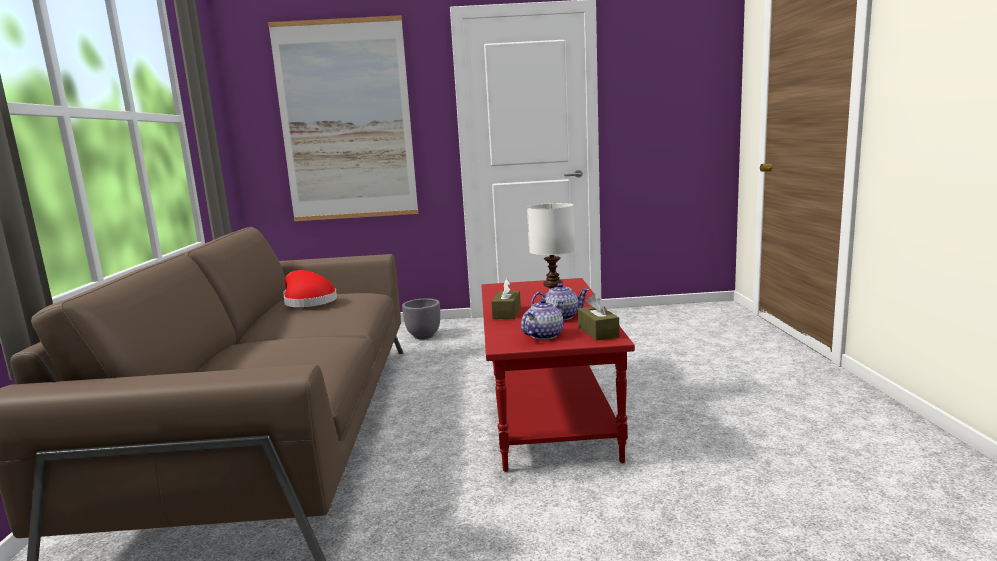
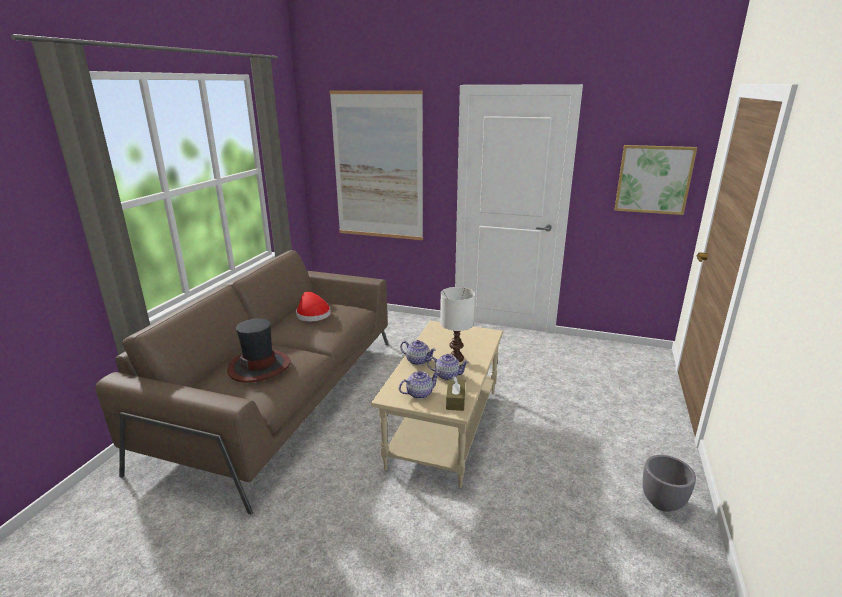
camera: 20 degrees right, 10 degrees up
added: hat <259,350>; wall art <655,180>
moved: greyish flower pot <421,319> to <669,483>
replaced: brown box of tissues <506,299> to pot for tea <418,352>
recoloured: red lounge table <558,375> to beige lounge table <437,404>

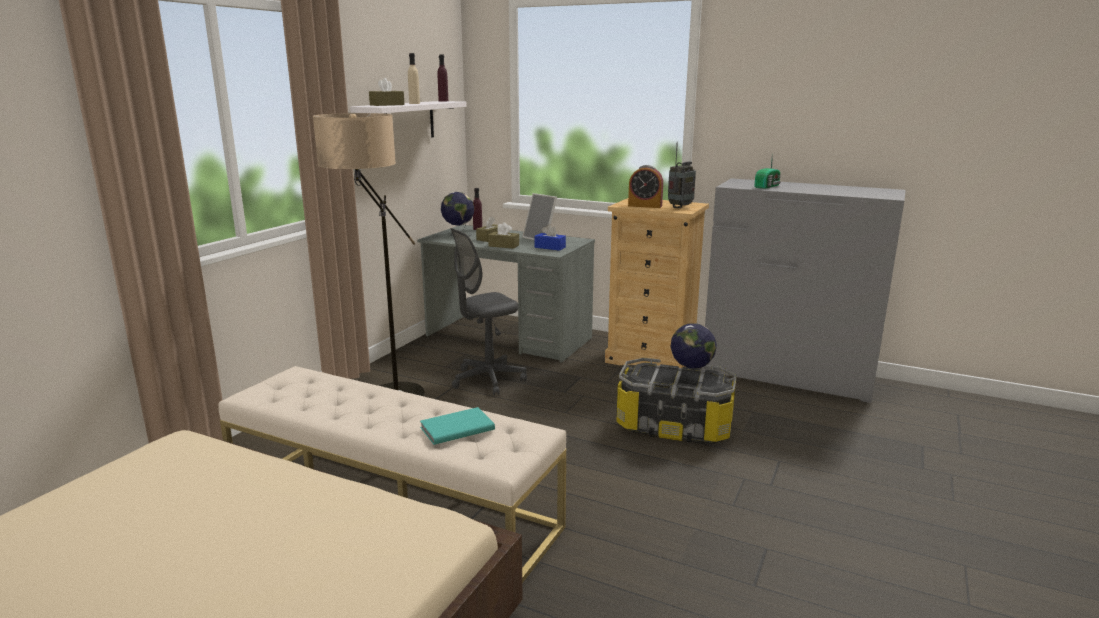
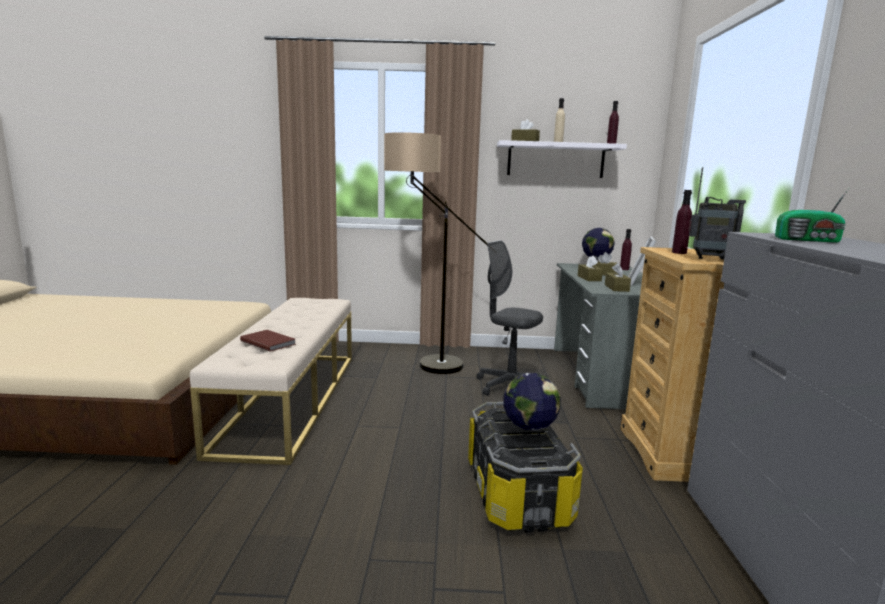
camera: 65 degrees right, 5 degrees down
replaced: table clock <645,186> to purple-coloured bottle <682,222>
recoloured: turquoise-coloured bound book <457,426> to brown bound book <268,341>; bluish box of tissues <550,237> to brown box of tissues <618,277>

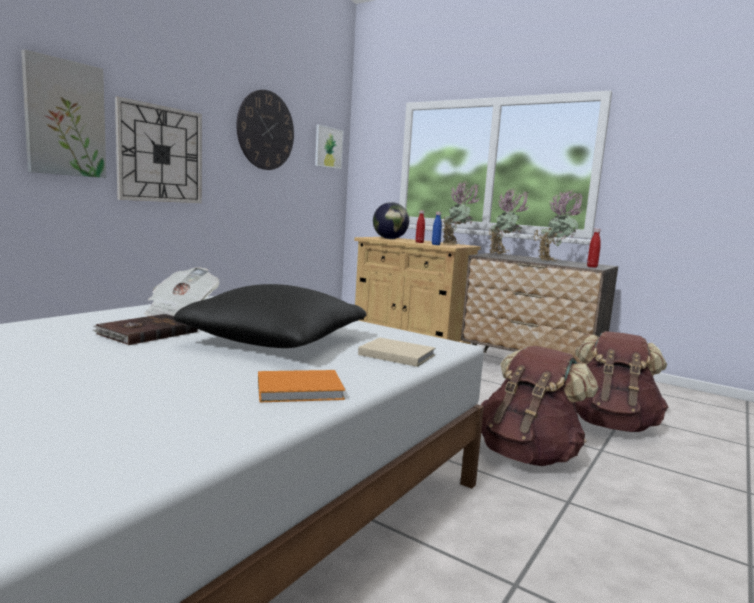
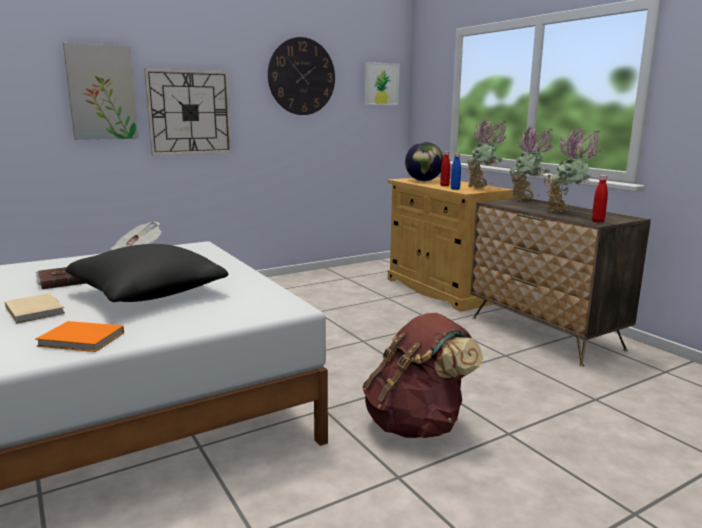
camera: 25 degrees right, 5 degrees up
removed: brown knapsack <621,381>
moved: beige bound book <396,352> to <35,308>

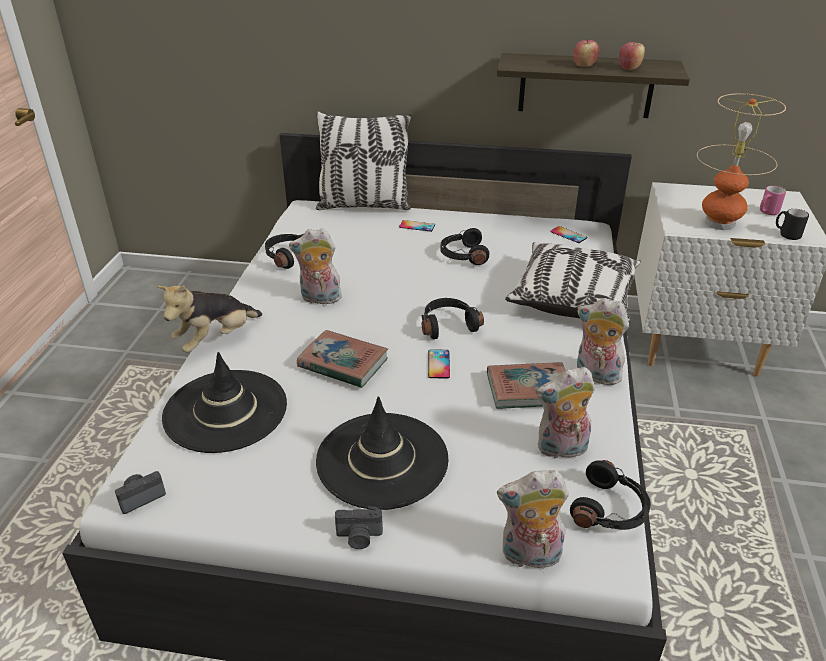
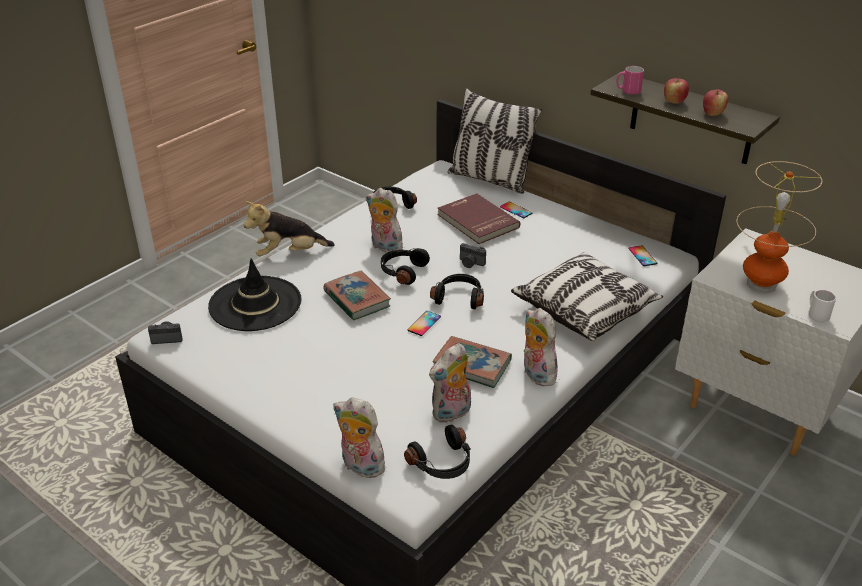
camera: 30 degrees right, 0 degrees up
removed: blackish hat <382,453>
added: red bound book <478,218>
moved: photo camera <359,527> to <473,255>; blackish headset <465,246> to <405,266>; pink tea mug <773,200> to <630,80>
recoloured: blackish tea mug <792,224> to white-coloured tea mug <822,306>
turned: plush toy <565,413> = <450,383> 60 degrees counterclockwise

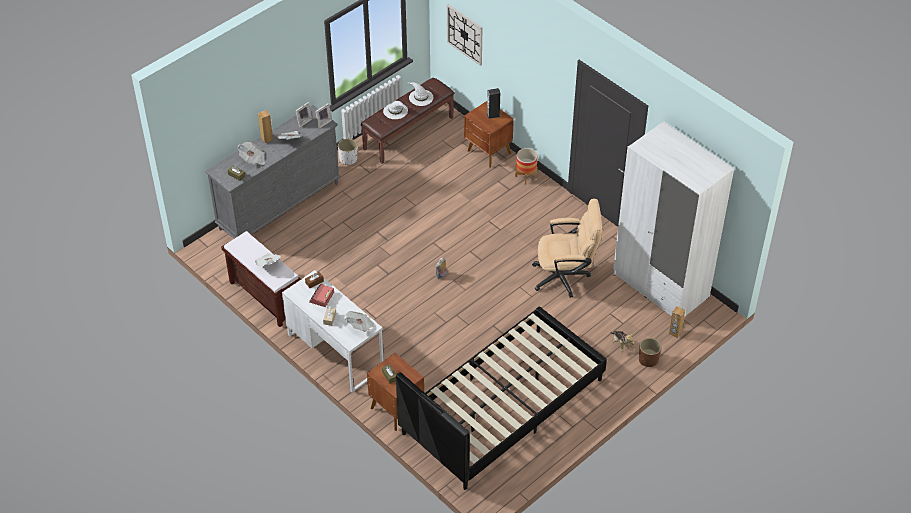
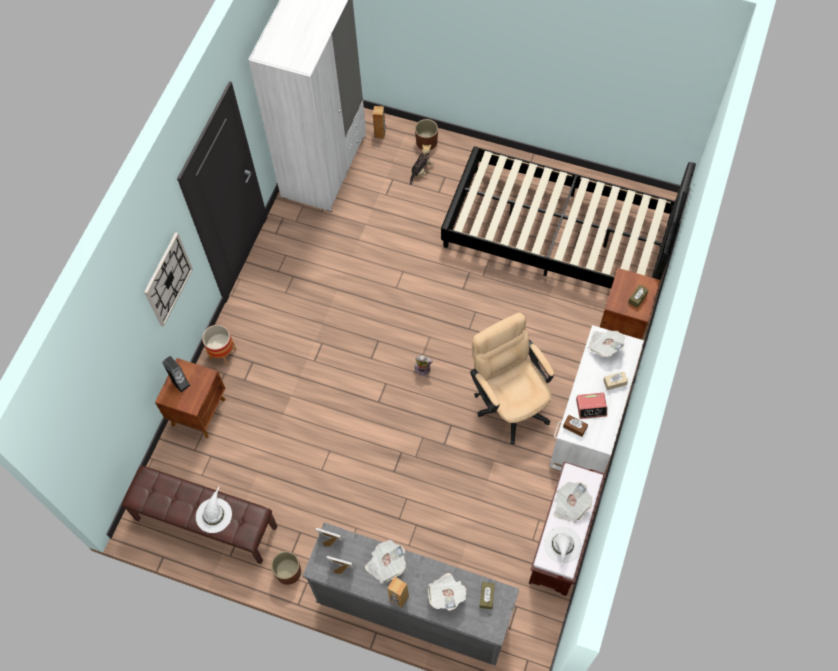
camera: 115 degrees left, 15 degrees up
moved: white-coloured hat <420,94> to <563,546>; hanging clock <465,35> to <168,279>; beige desk chair <567,248> to <512,378>
recoloured: white-coloured flower pot <347,151> to brown flower pot <286,568>

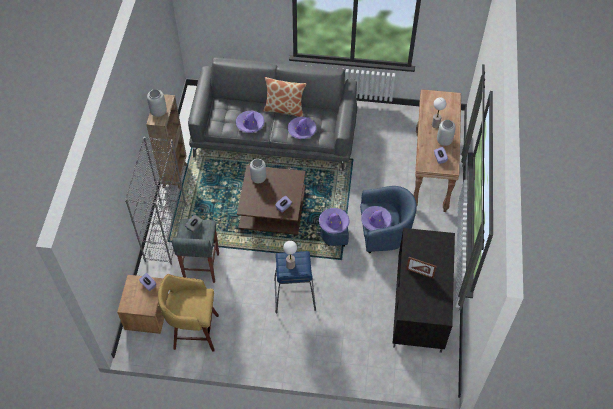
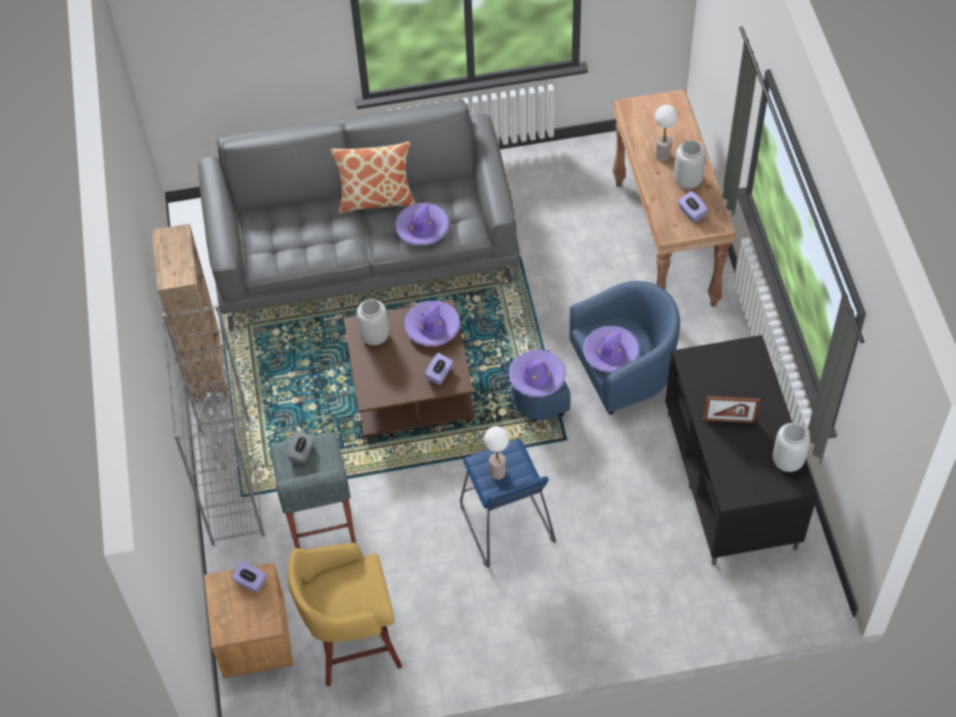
camera: 15 degrees left, 0 degrees up
moved: greyish vase <157,103> to <791,447>; purple-coloured hat <250,122> to <432,323>

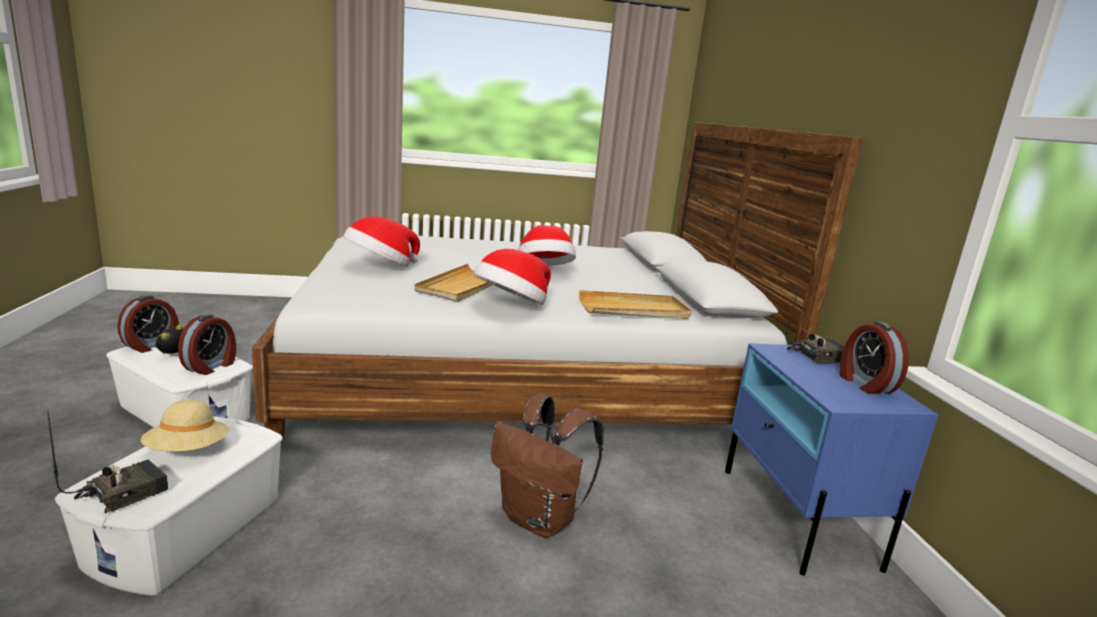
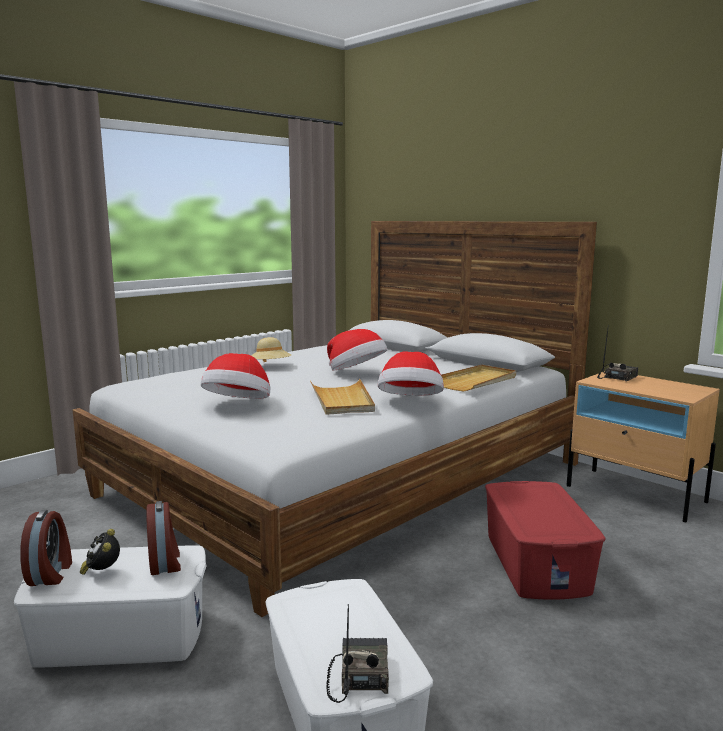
camera: 35 degrees left, 5 degrees down
removed: table clock <874,358>
moved: beige hat <185,426> to <271,349>
replaced: brown knapsack <547,466> to red storage container <545,540>
recoloured: bluish bedside table <831,460> to beige bedside table <643,446>

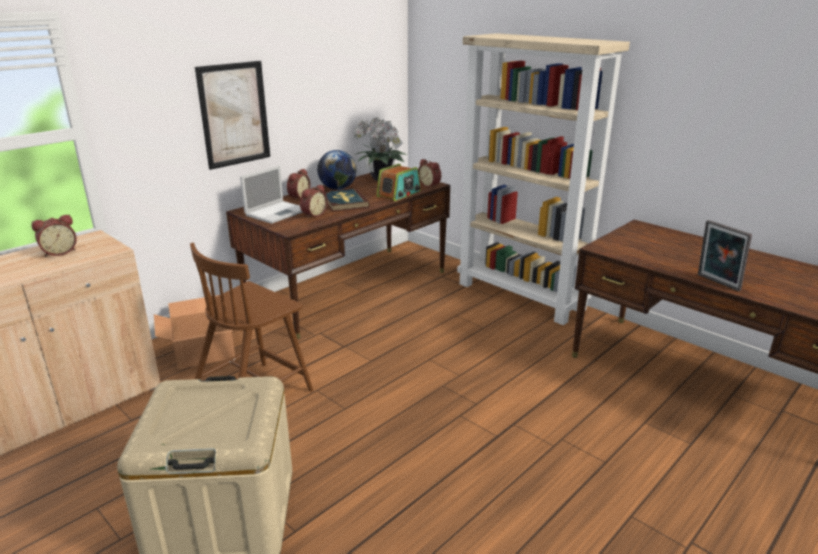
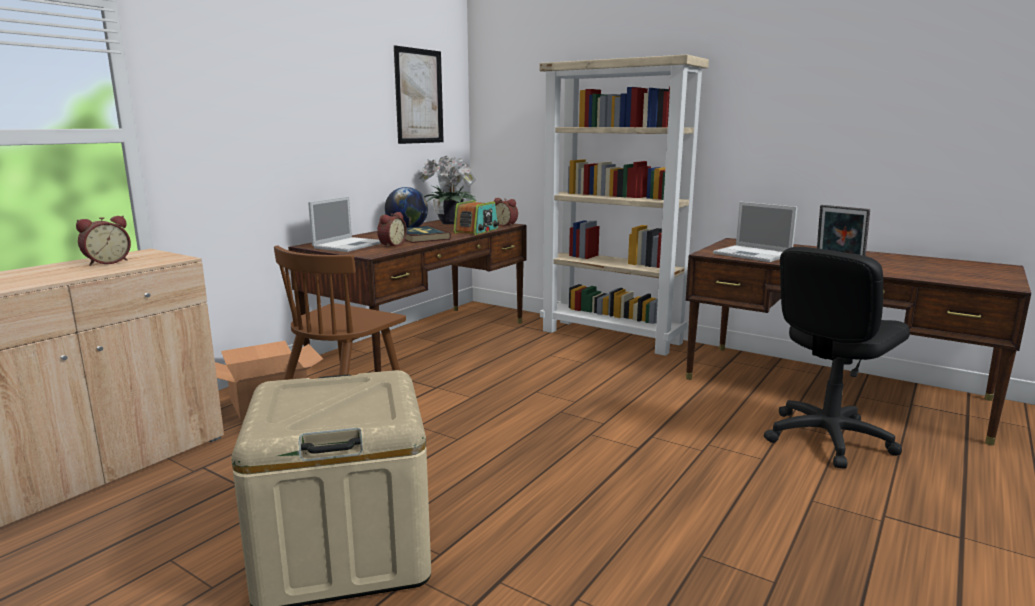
camera: 10 degrees left, 10 degrees down
removed: table clock <298,185>
added: portable computer <755,232>; blackish desk chair <837,358>
moved: wall art <232,115> to <419,95>

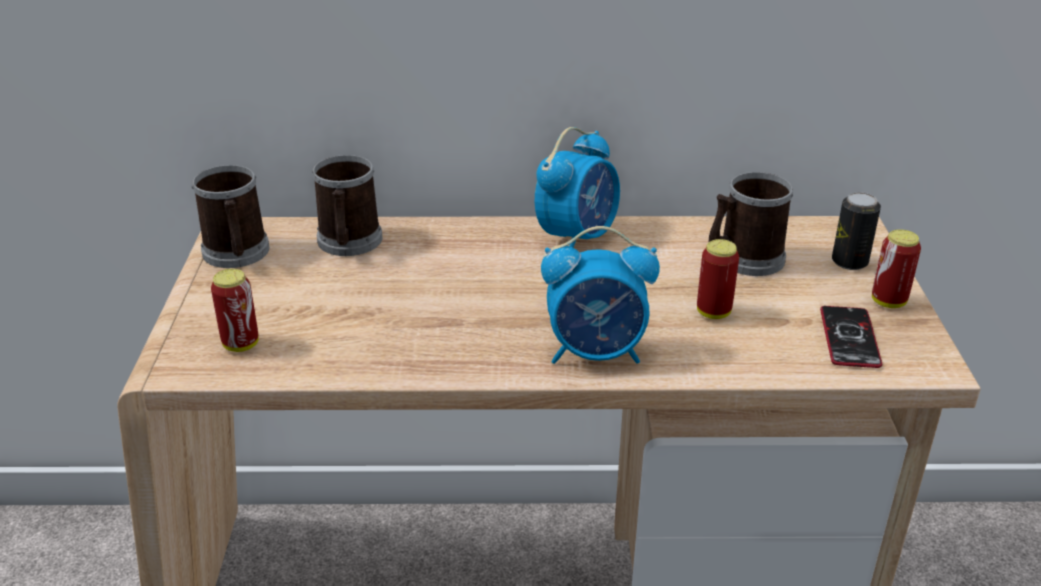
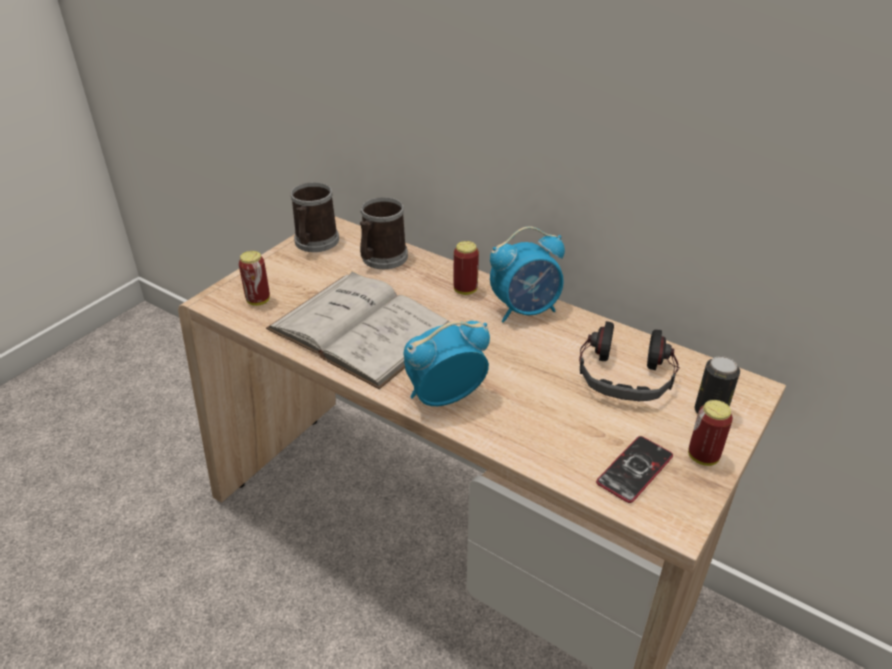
camera: 35 degrees right, 5 degrees up
added: white-coloured bound book <357,330>
moved: metal can <718,279> to <466,268>
replaced: tea mug <750,224> to headset <629,361>
turned: table clock <600,295> = <447,363> 120 degrees clockwise

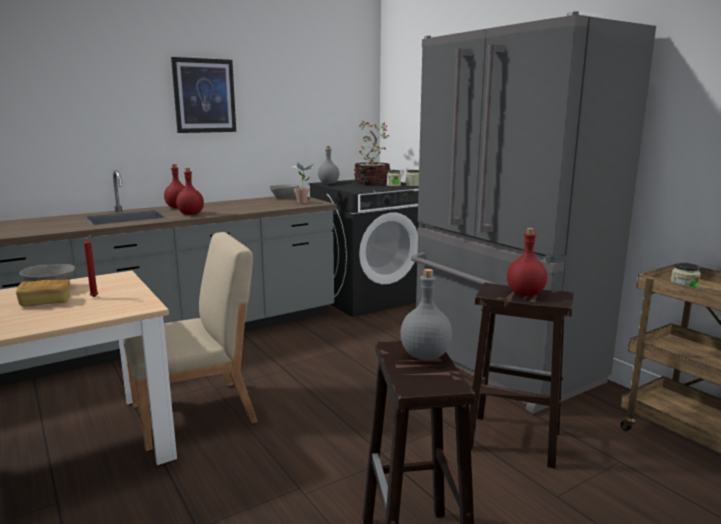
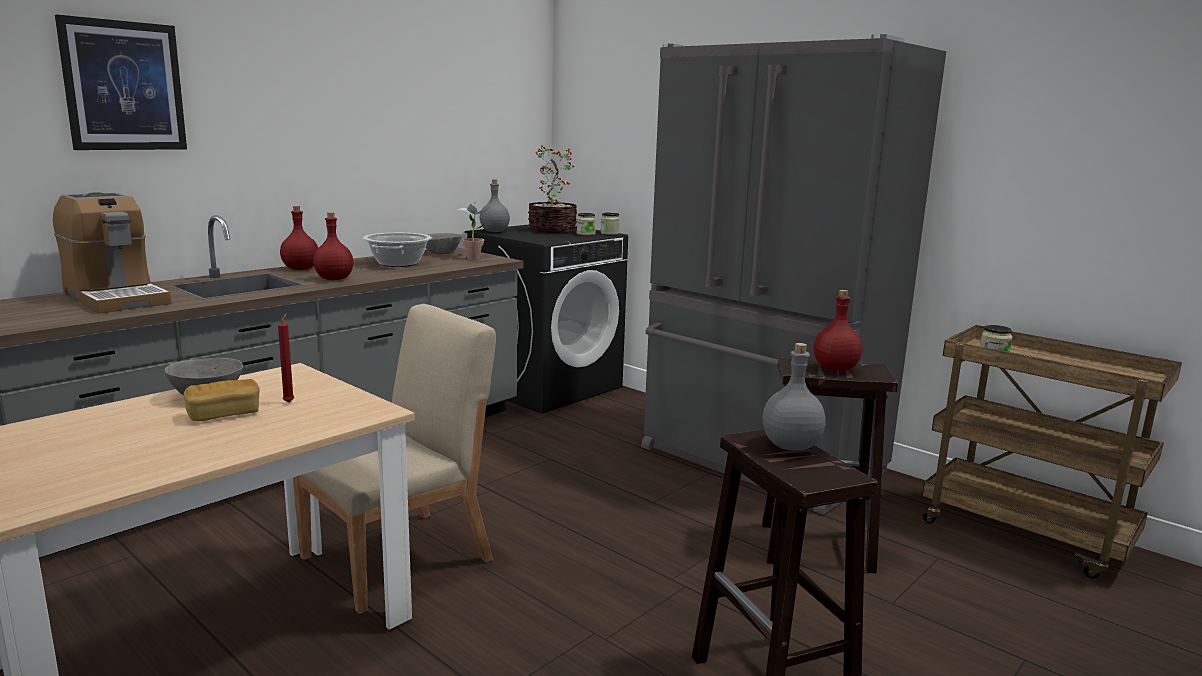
camera: 15 degrees left, 0 degrees up
added: coffee brewer <112,253>; stockpot <397,250>
moved: wall art <203,95> to <121,82>

